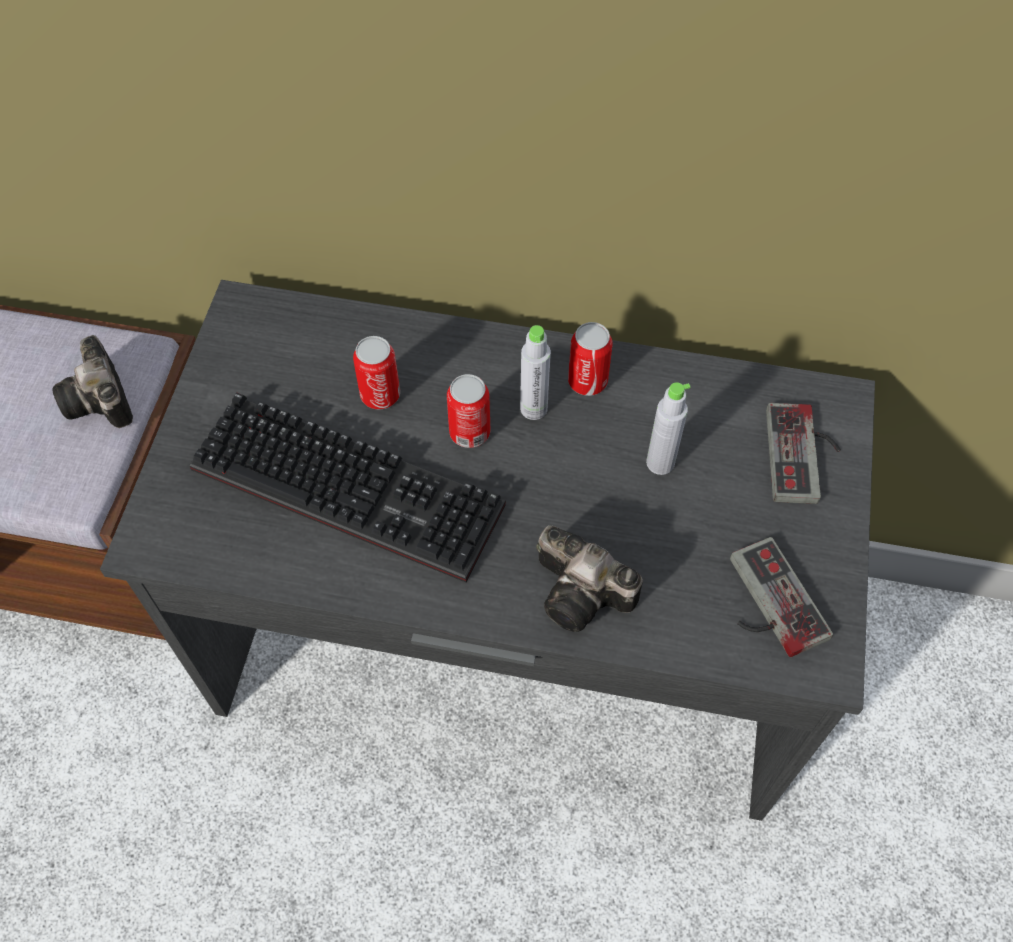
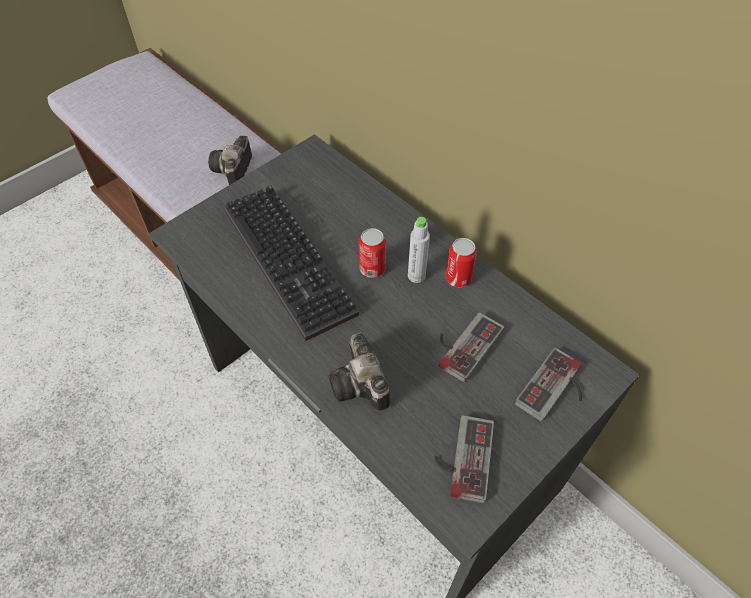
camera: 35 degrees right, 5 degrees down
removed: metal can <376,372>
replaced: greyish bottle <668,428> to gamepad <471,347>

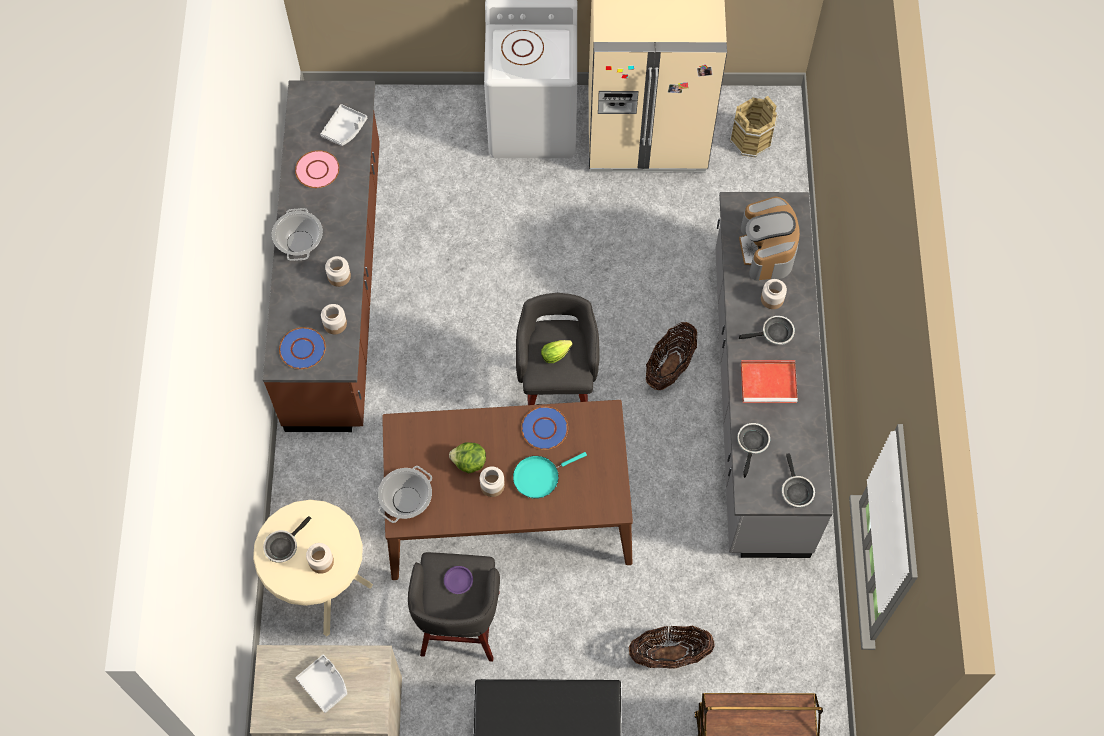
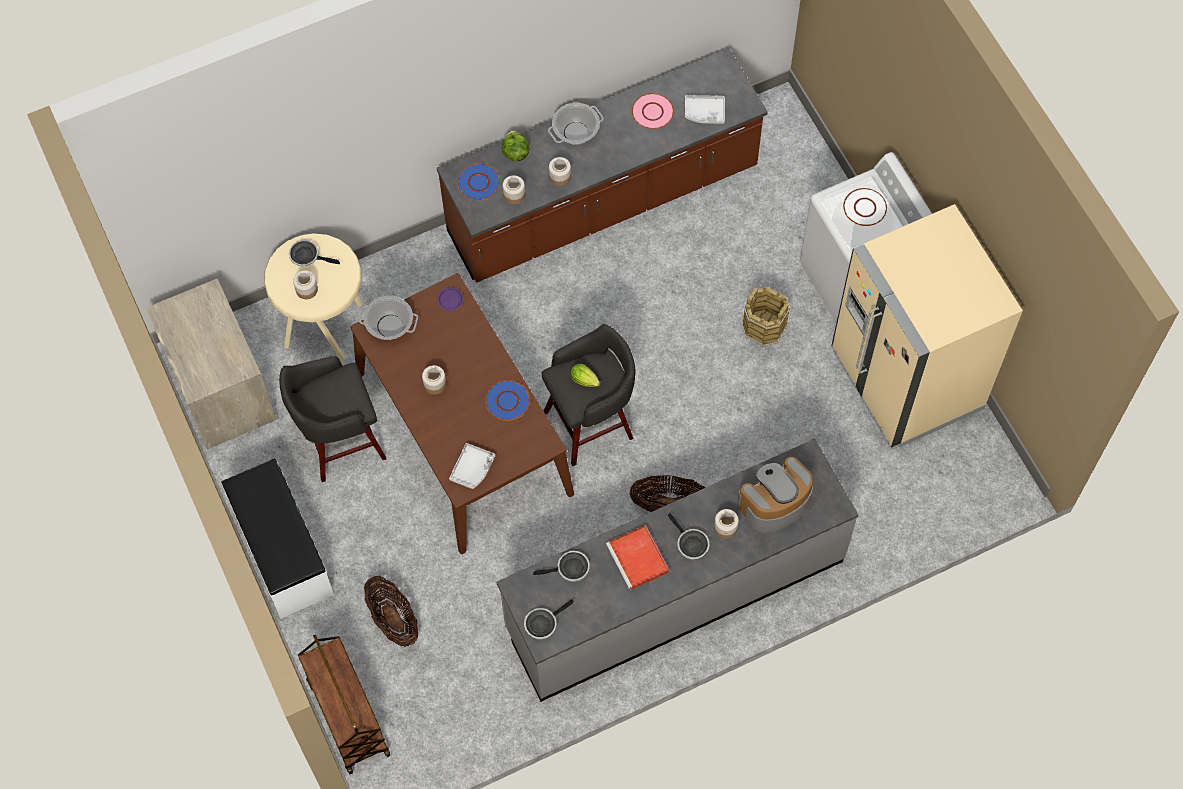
camera: 65 degrees right, 0 degrees up
removed: turquoise-coloured skillet <550,475>
moved: greyish serving tray <321,684> to <472,466>; purple-coloured dinner plate <458,580> to <450,299>; lettuce <467,457> to <515,145>; brown bucket <754,126> to <766,317>

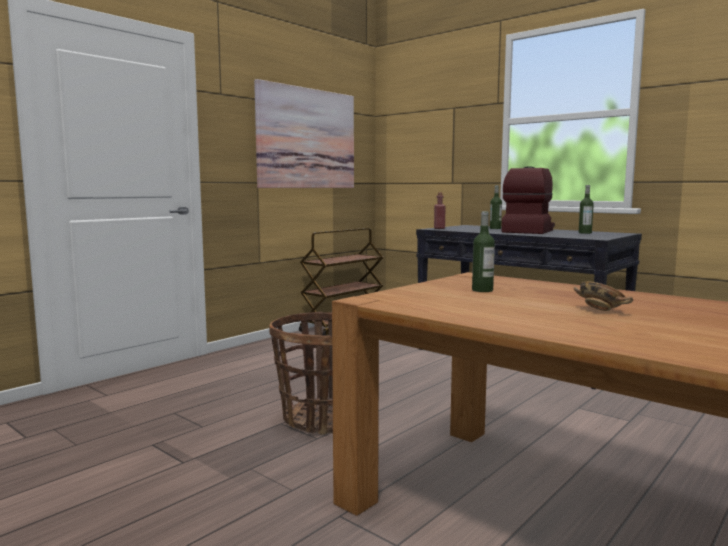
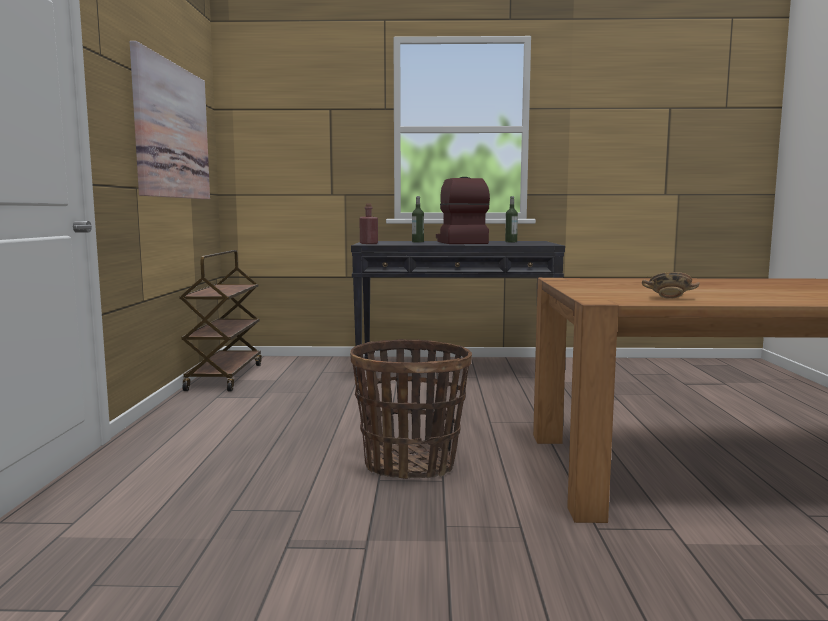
camera: 40 degrees left, 0 degrees up
removed: bottle <483,251>
moved: deep dish <603,296> to <671,285>

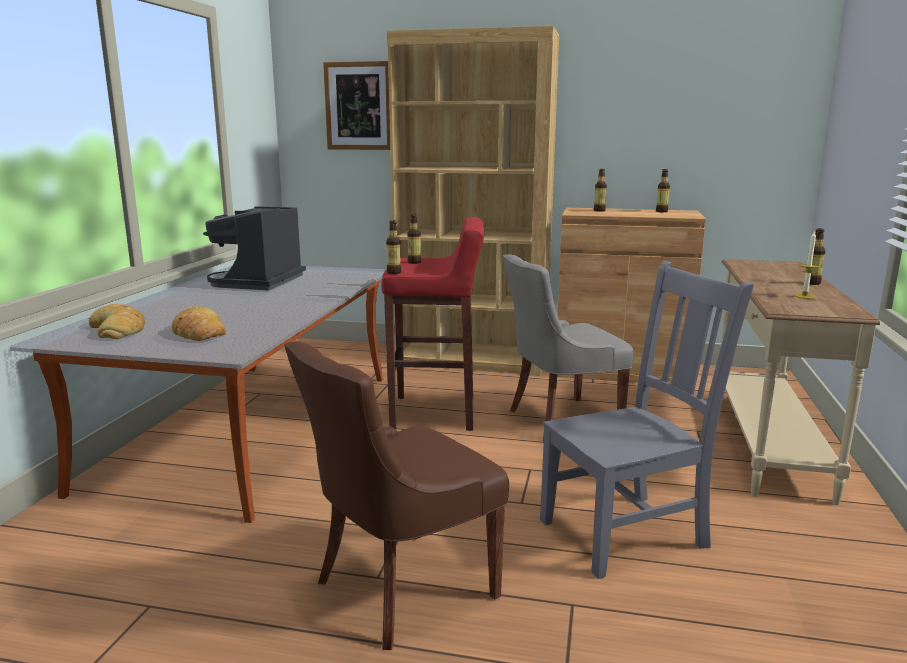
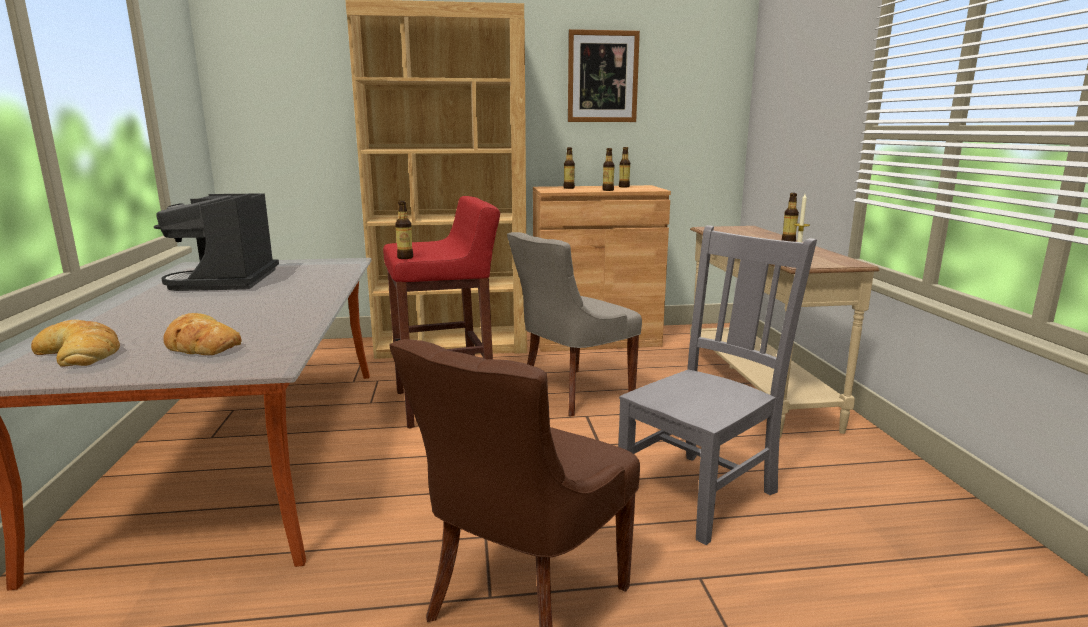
camera: 20 degrees left, 0 degrees up
moved: wall art <356,105> to <604,75>; bottle <414,239> to <608,169>

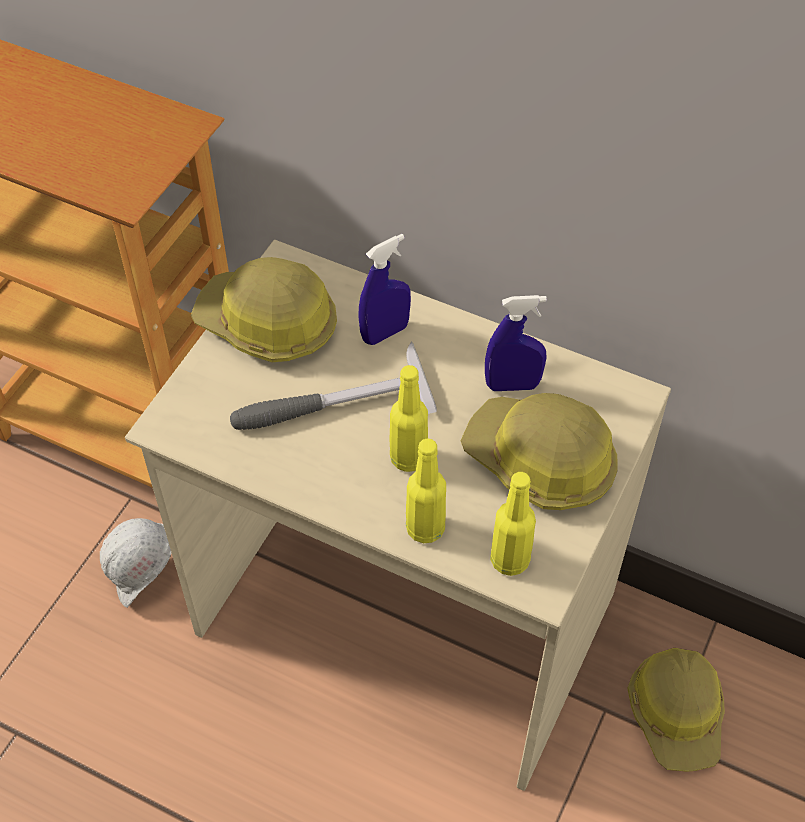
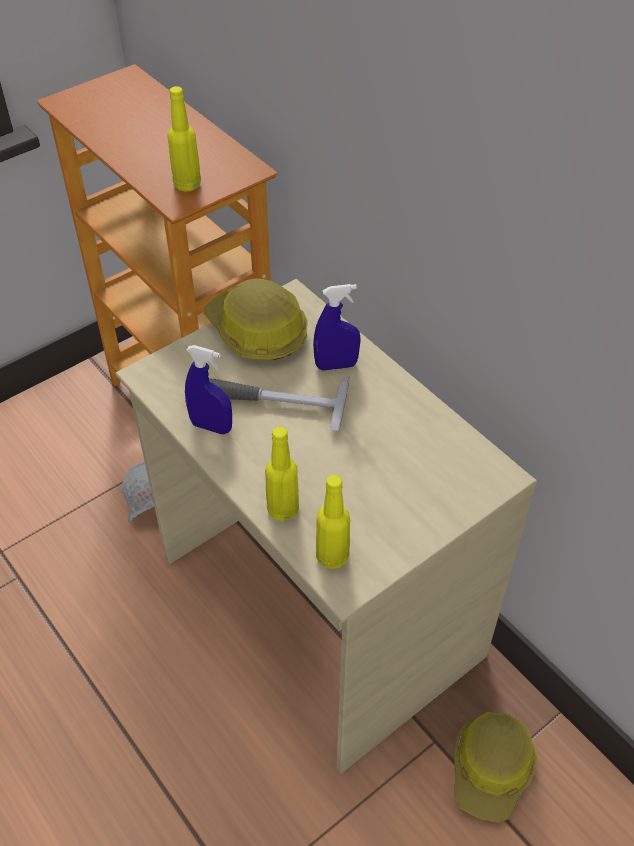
camera: 25 degrees right, 5 degrees down
removed: hard hat <539,451>
moved: yellow bottle <409,418> to <184,139>; bluish spray bottle <516,343> to <208,389>

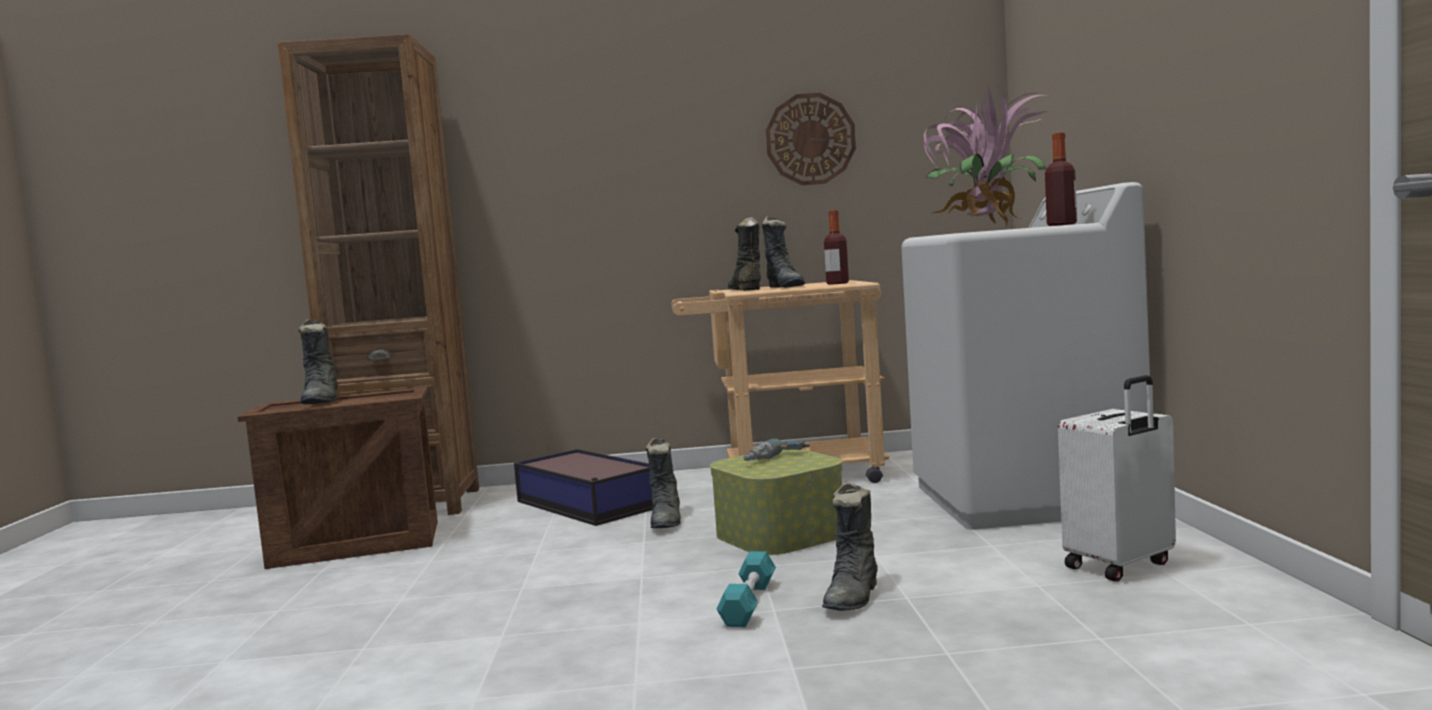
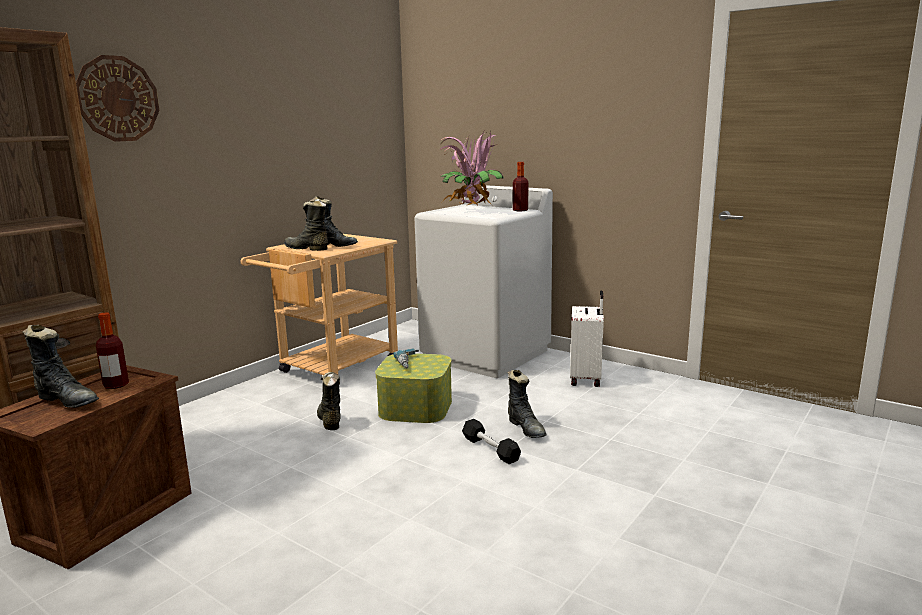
camera: 50 degrees left, 10 degrees up
removed: storage container <583,487>
moved: hanging clock <811,139> to <117,98>; bottle <836,247> to <112,350>
recoloured: turquoise-coloured dumbbell <746,589> to blackish dumbbell <491,441>
turned: blackish boot <663,483> = <329,401> 150 degrees counterclockwise

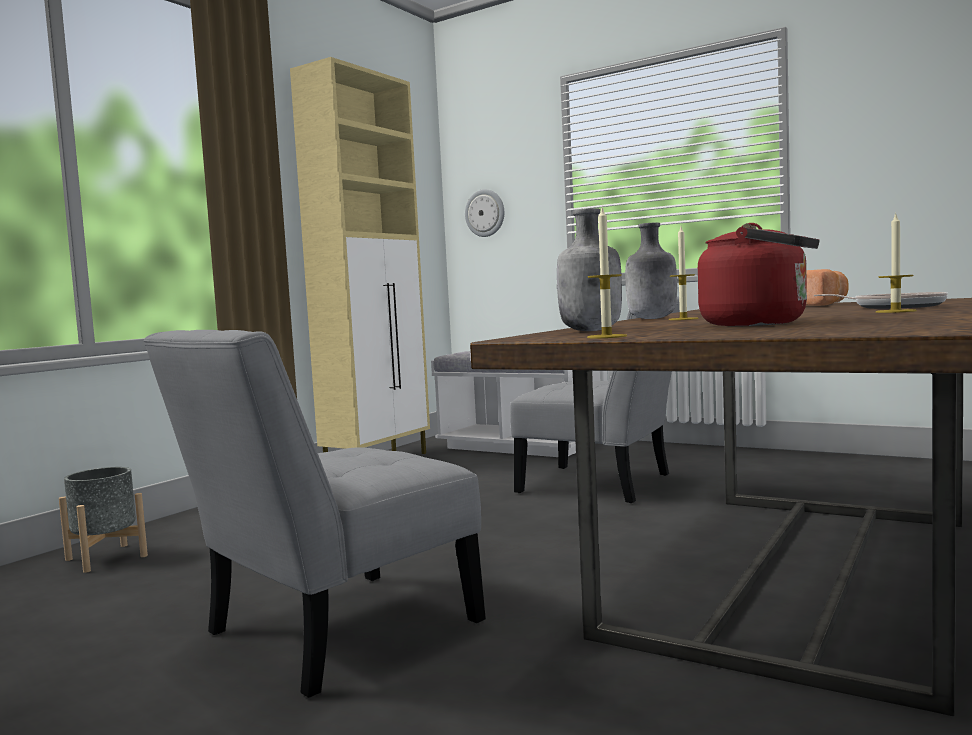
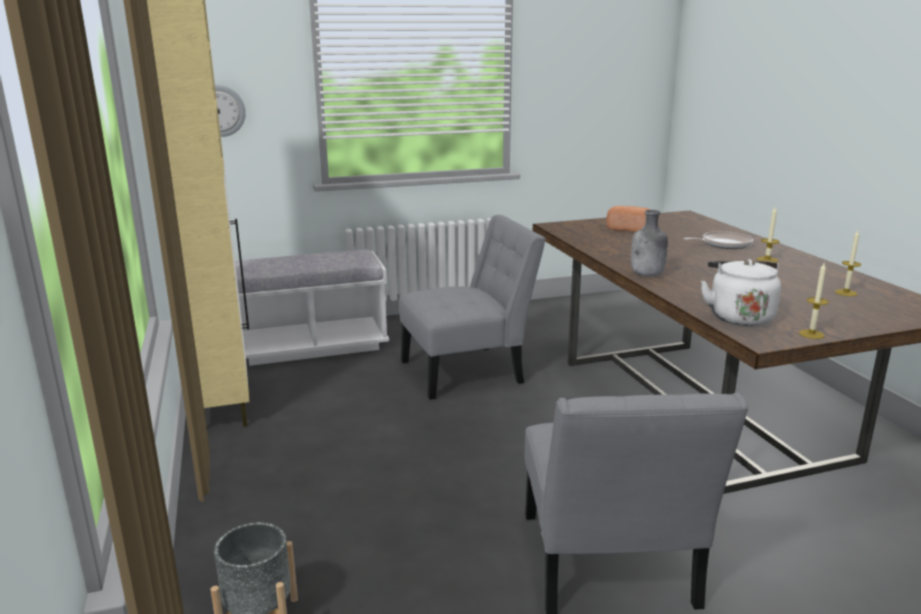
camera: 50 degrees left, 15 degrees up
removed: red tea kettle <758,274>
moved: wax candle <683,273> to <848,263>
replaced: greyish bottle <589,269> to white-coloured tea kettle <741,292>

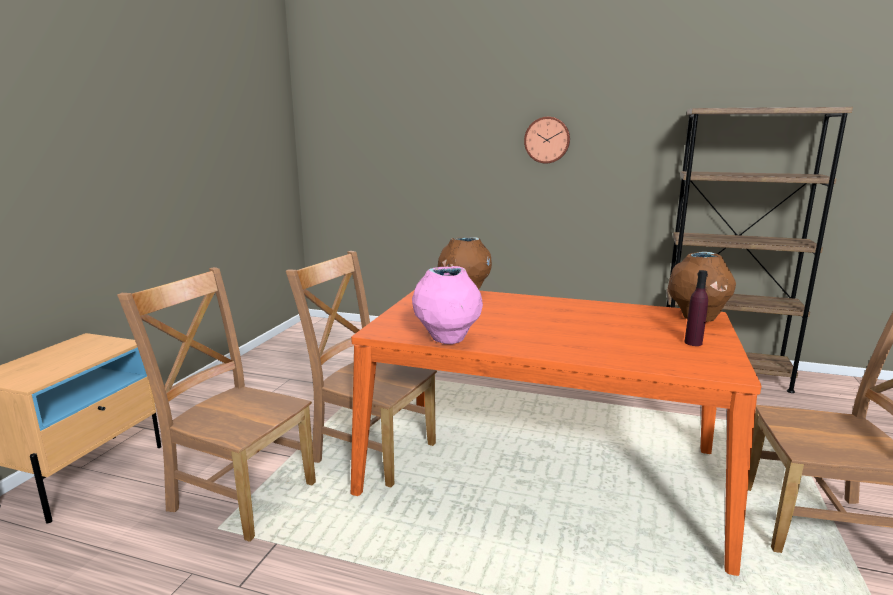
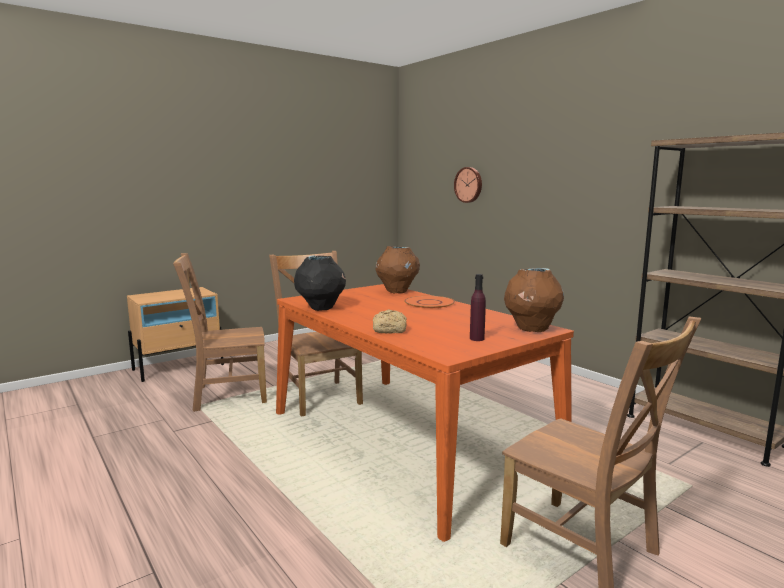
camera: 35 degrees right, 5 degrees down
added: bread <390,321>; orangey dinner plate <429,302>
moved: hanging clock <547,140> to <468,185>
recoloured: pink vase <447,305> to blackish vase <320,283>
turned: brown upright chair <216,404> = <220,332> 75 degrees counterclockwise

